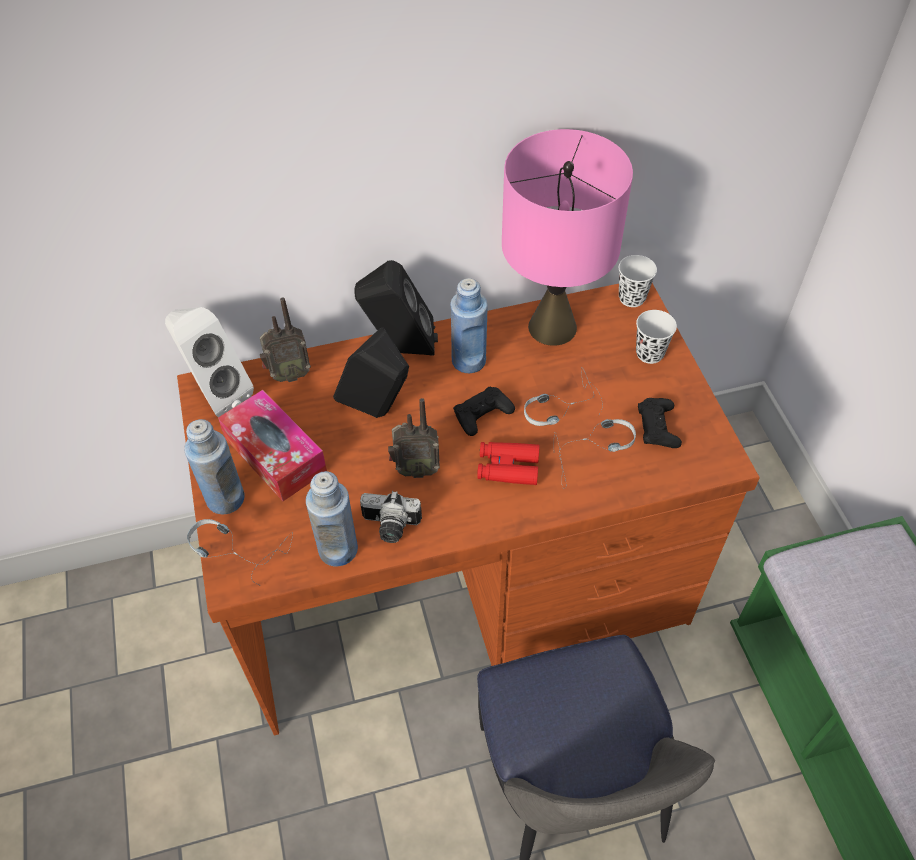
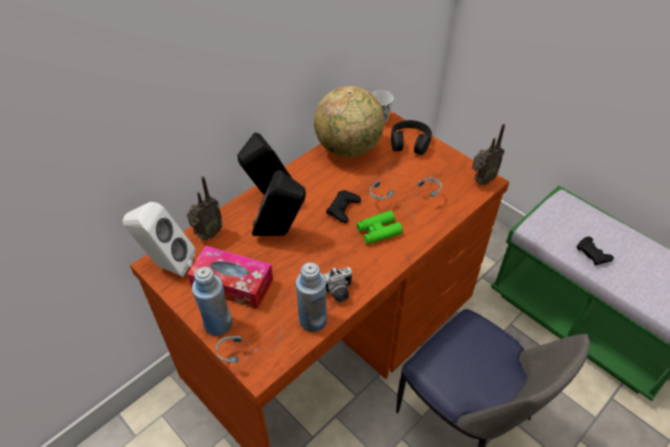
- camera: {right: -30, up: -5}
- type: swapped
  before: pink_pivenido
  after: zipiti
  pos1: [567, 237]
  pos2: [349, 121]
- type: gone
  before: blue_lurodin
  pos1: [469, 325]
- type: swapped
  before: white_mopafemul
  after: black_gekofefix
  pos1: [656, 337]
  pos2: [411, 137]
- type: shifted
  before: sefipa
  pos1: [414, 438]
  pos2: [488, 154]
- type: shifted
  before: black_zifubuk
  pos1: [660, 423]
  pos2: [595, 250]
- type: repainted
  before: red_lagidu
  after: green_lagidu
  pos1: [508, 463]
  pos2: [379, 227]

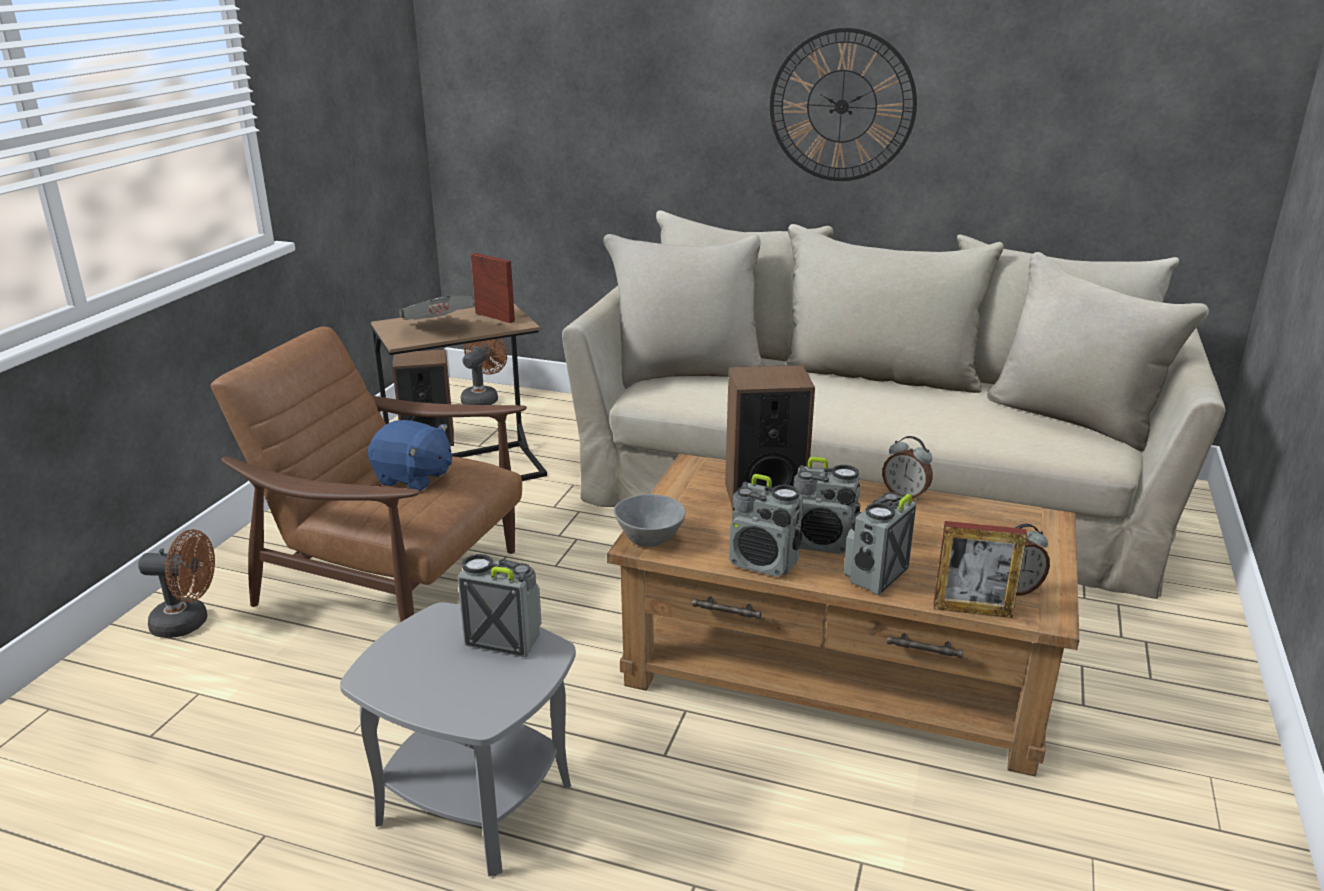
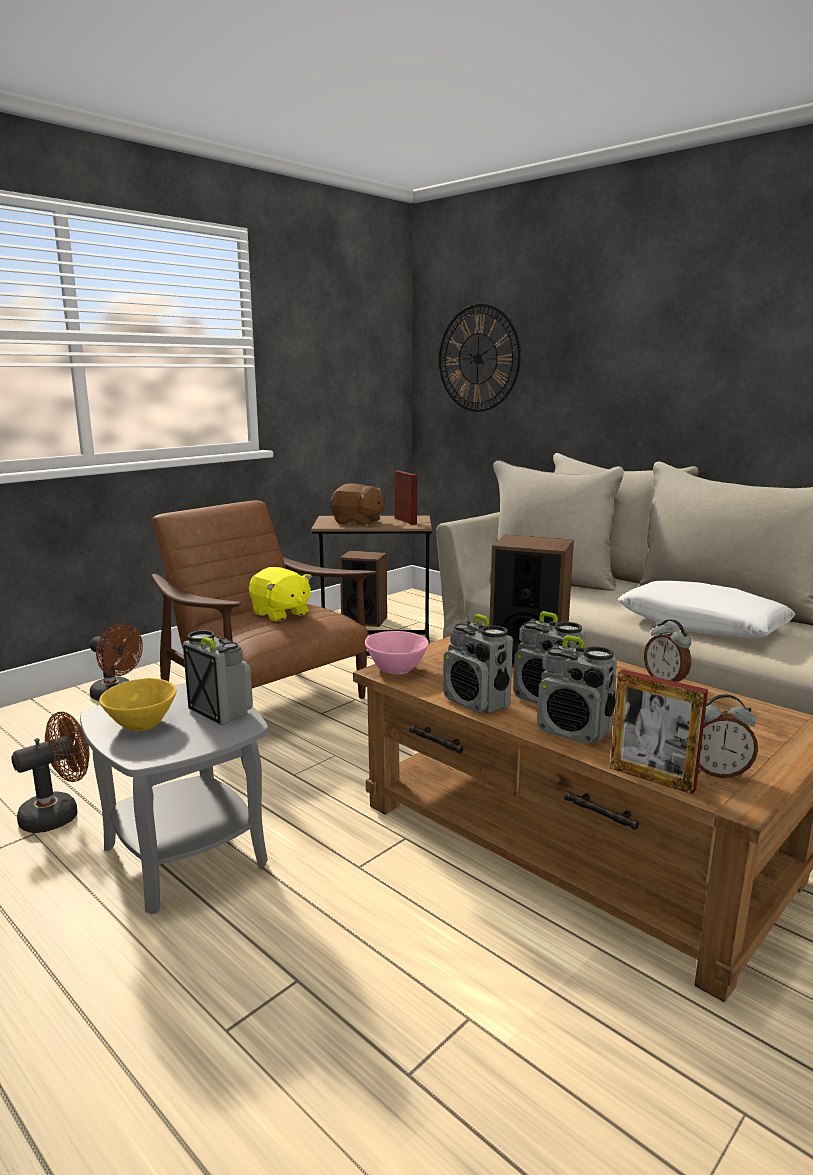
- camera: {right: 25, up: -10}
- type: shifted
  before: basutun
  pos1: [843, 104]
  pos2: [480, 358]
- type: swapped
  before: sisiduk
  after: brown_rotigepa
  pos1: [437, 307]
  pos2: [358, 504]
- type: shifted
  before: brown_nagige
  pos1: [483, 371]
  pos2: [50, 772]
- type: repainted
  before: blue_rotigepa
  after: yellow_rotigepa
  pos1: [410, 456]
  pos2: [280, 594]
- type: rotated
  before: sefipa
  pos1: [880, 543]
  pos2: [577, 689]
  turn: -120
- type: repainted
  before: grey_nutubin
  after: pink_nutubin
  pos1: [649, 520]
  pos2: [397, 652]
- type: new
  after: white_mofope
  pos2: [707, 609]
- type: new
  after: yellow_nutubin
  pos2: [137, 704]

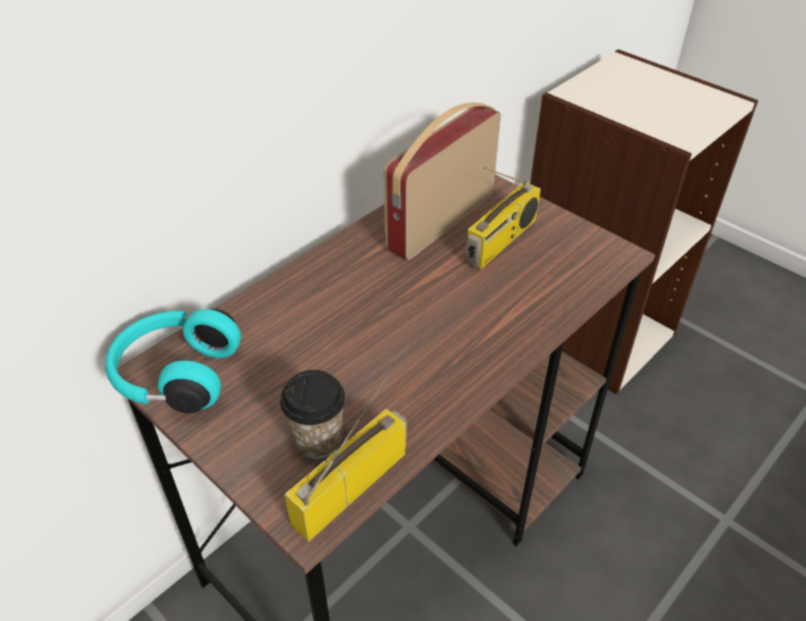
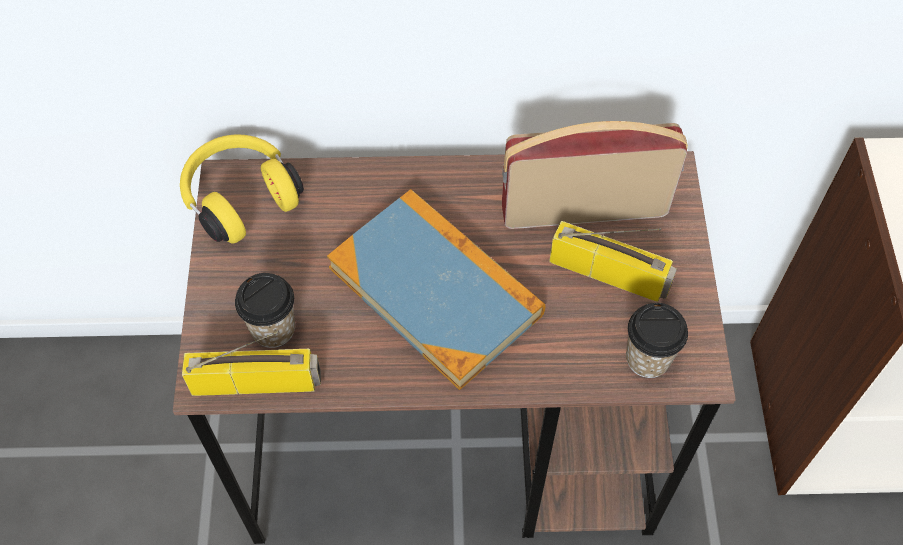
- camera: {right: 45, up: 15}
- type: rotated
  before: sefipa
  pos1: [503, 218]
  pos2: [613, 261]
  turn: -150
- type: repainted
  before: turquoise_gekofefix
  after: yellow_gekofefix
  pos1: [173, 361]
  pos2: [242, 189]
- type: new
  after: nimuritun
  pos2: [436, 289]
- type: new
  after: mopafemul
  pos2: [657, 340]

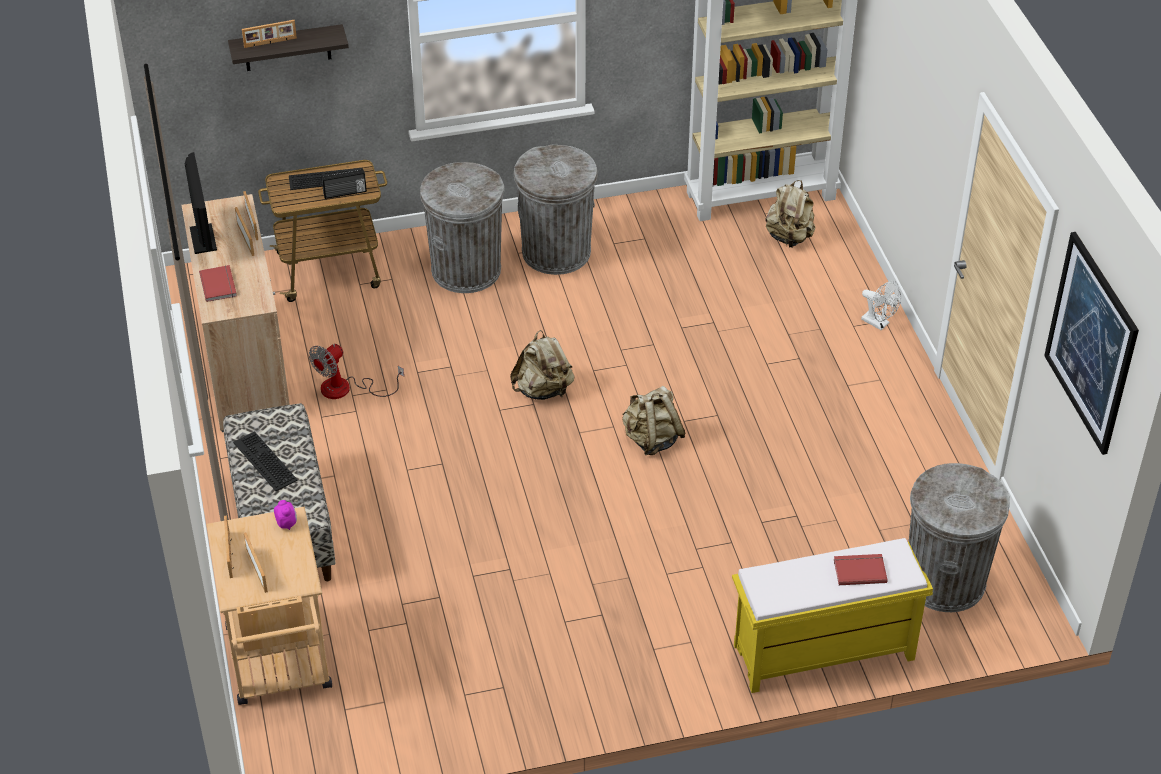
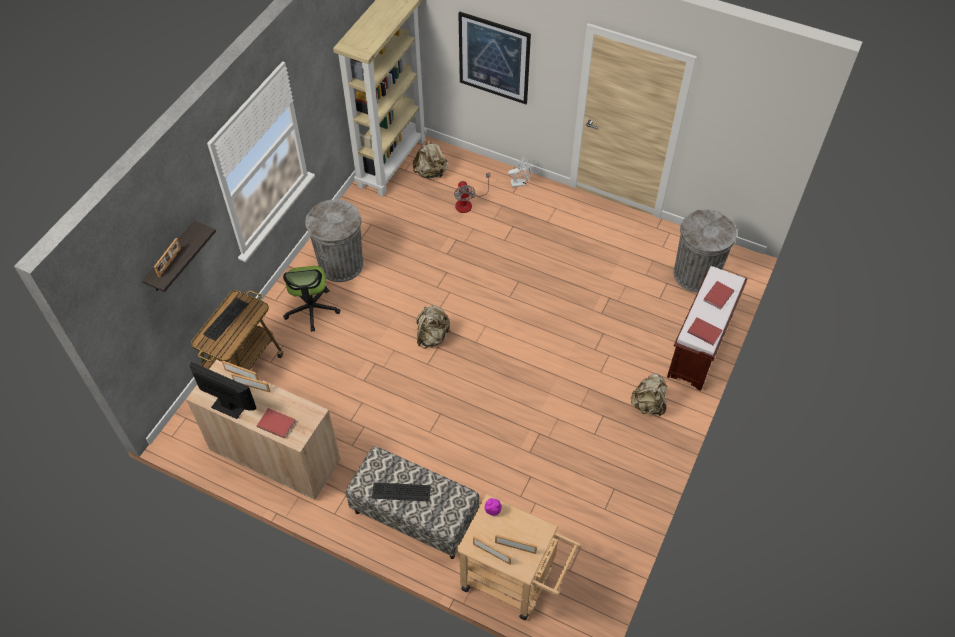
- camera: {right: -50, up: 10}
- type: swapped
  before: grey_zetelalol
  after: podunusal
  pos1: [462, 227]
  pos2: [312, 299]
- type: gone
  before: sefipa
  pos1: [344, 183]
- type: shifted
  before: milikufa
  pos1: [1091, 343]
  pos2: [494, 58]
- type: shifted
  before: nagige
  pos1: [356, 371]
  pos2: [472, 193]
- type: shifted
  before: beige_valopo
  pos1: [654, 420]
  pos2: [648, 395]
- type: repainted
  before: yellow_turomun
  after: brown_turomun
  pos1: [832, 615]
  pos2: [707, 328]
- type: new
  after: red_nimuritun
  pos2: [705, 331]

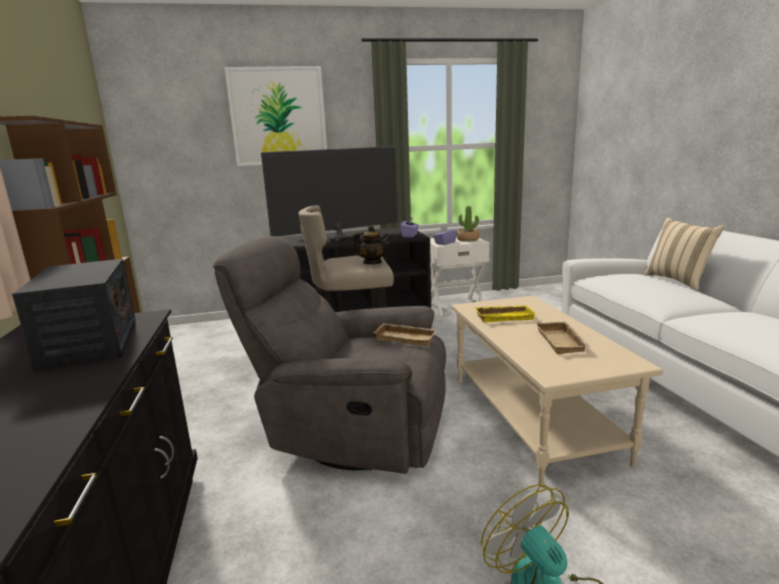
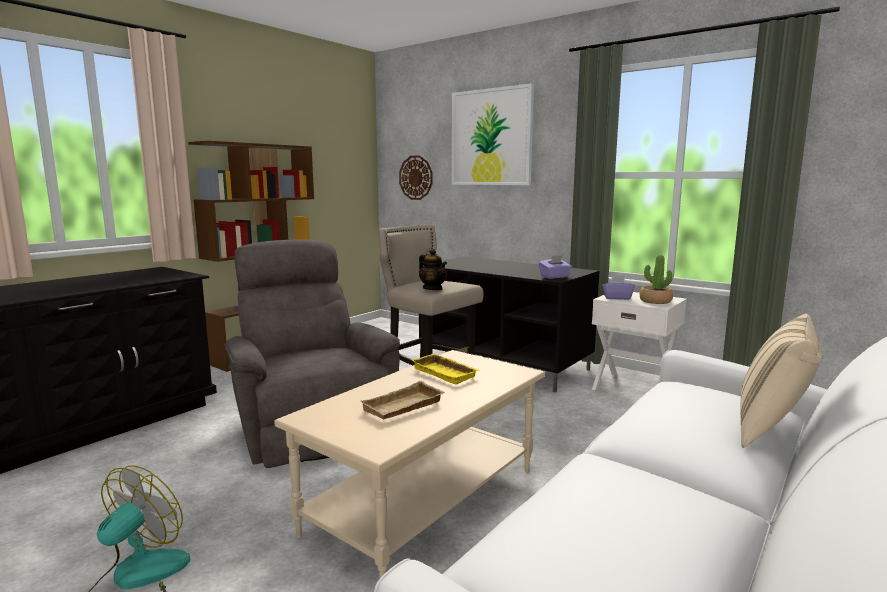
- camera: {right: 50, up: -5}
- type: gone
  before: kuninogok
  pos1: [329, 194]
- type: gone
  before: sefipa
  pos1: [73, 315]
- type: gone
  before: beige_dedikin
  pos1: [405, 334]
- type: new
  after: basutun
  pos2: [415, 177]

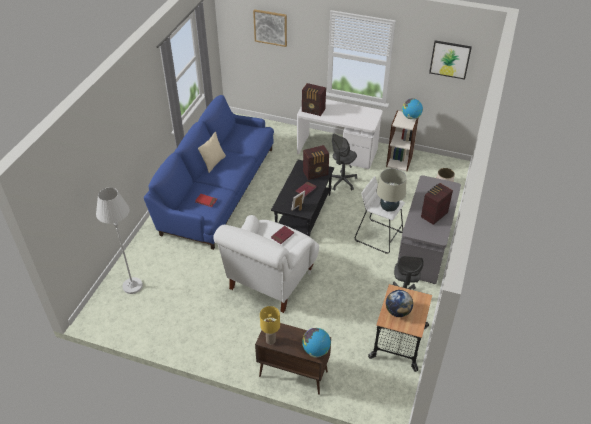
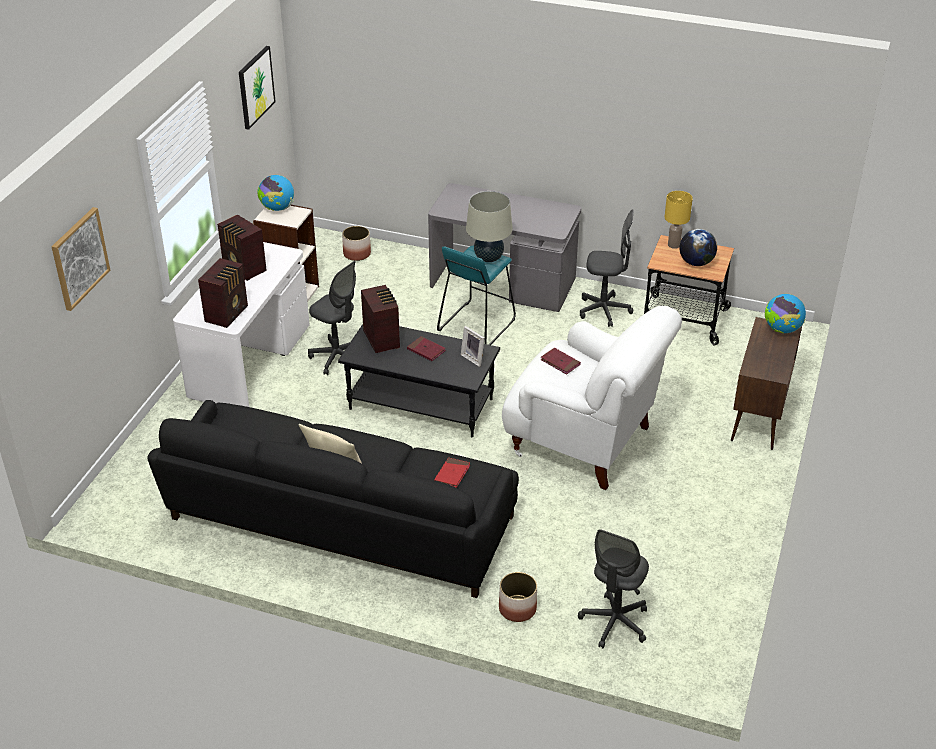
- camera: {right: -90, up: -5}
- type: repainted
  before: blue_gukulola
  after: black_gukulola
  pos1: [209, 172]
  pos2: [333, 499]
- type: repainted
  before: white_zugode
  after: turquoise_zugode
  pos1: [380, 215]
  pos2: [476, 295]
- type: shifted
  before: sefipa
  pos1: [437, 204]
  pos2: [242, 247]
- type: swapped
  before: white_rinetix
  after: grey_podunusal
  pos1: [119, 241]
  pos2: [613, 588]
- type: shifted
  before: yellow_pivenido
  pos1: [270, 325]
  pos2: [679, 220]
- type: new
  after: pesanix
  pos2: [518, 597]

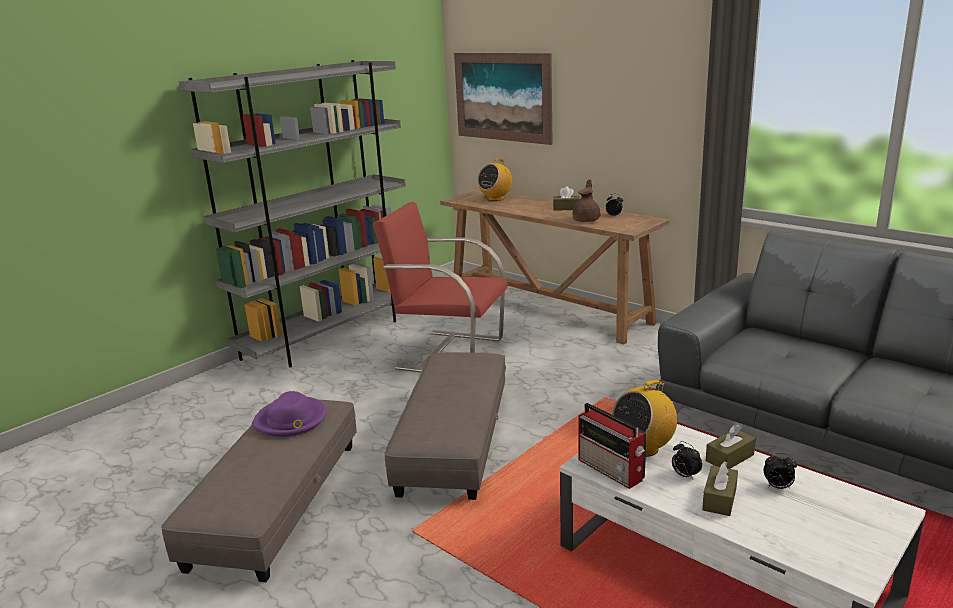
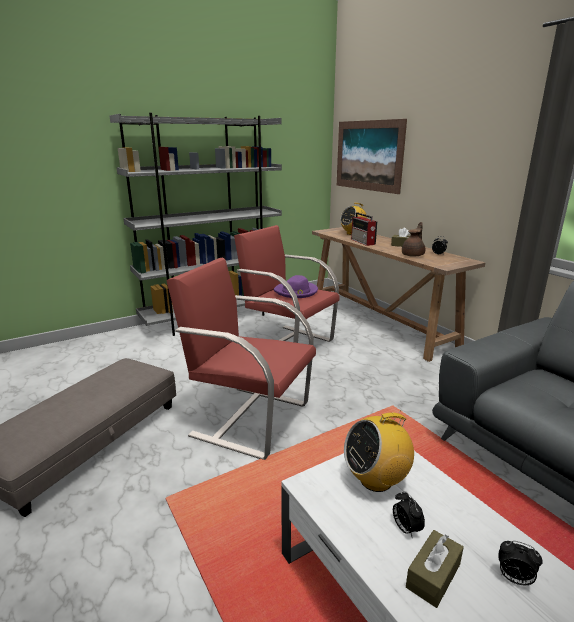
- camera: {right: 15, up: 0}
- type: swapped
  before: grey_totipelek
  after: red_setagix
  pos1: [445, 426]
  pos2: [241, 359]
- type: shifted
  before: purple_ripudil
  pos1: [289, 414]
  pos2: [296, 286]
- type: shifted
  before: sefipa
  pos1: [612, 446]
  pos2: [364, 229]
- type: gone
  before: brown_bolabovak
  pos1: [731, 446]

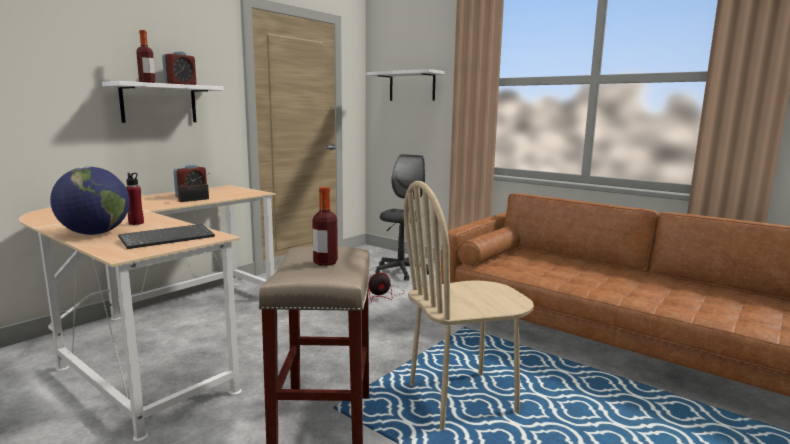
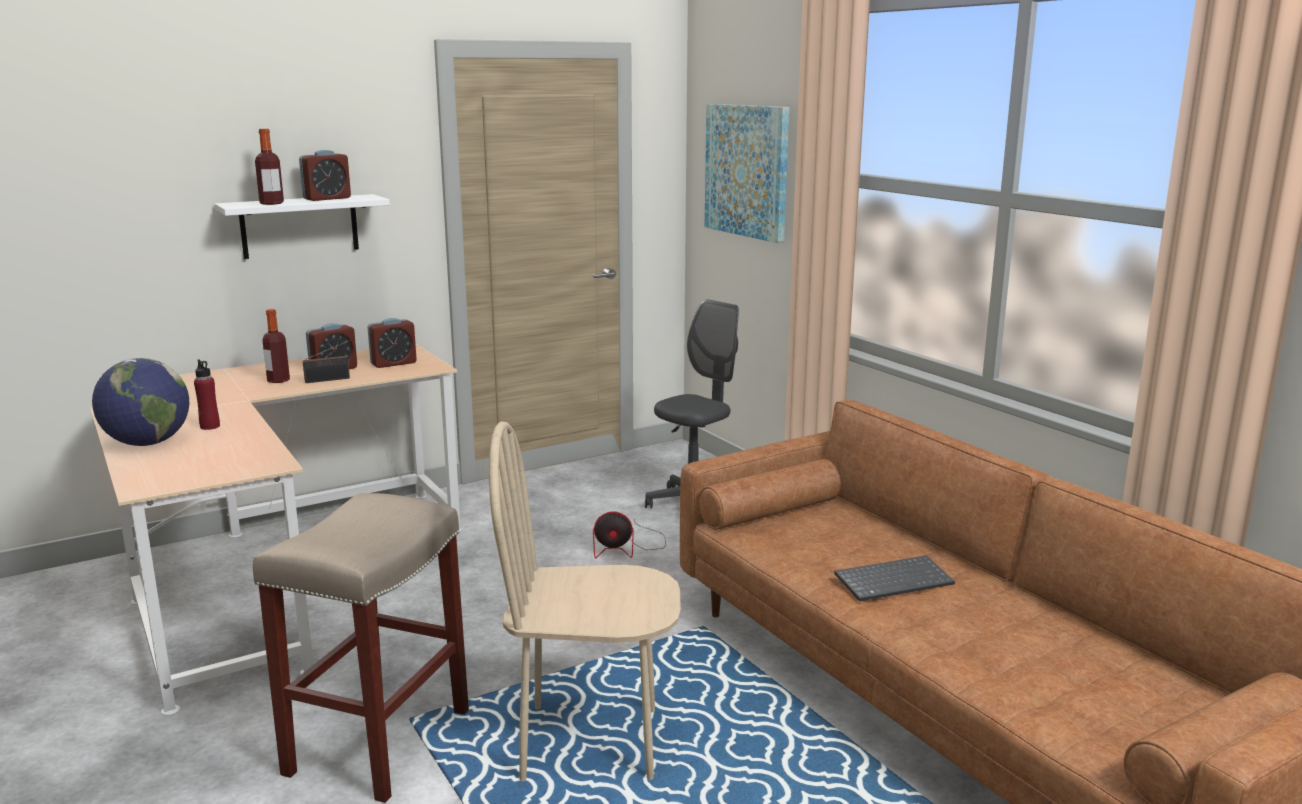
- camera: {right: 20, up: 5}
- type: swapped
  before: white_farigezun
  after: milikufa
  pos1: [405, 85]
  pos2: [747, 173]
- type: shifted
  before: lurodin
  pos1: [325, 226]
  pos2: [276, 346]
- type: shifted
  before: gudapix
  pos1: [166, 236]
  pos2: [894, 578]
- type: new
  after: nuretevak
  pos2: [392, 343]

